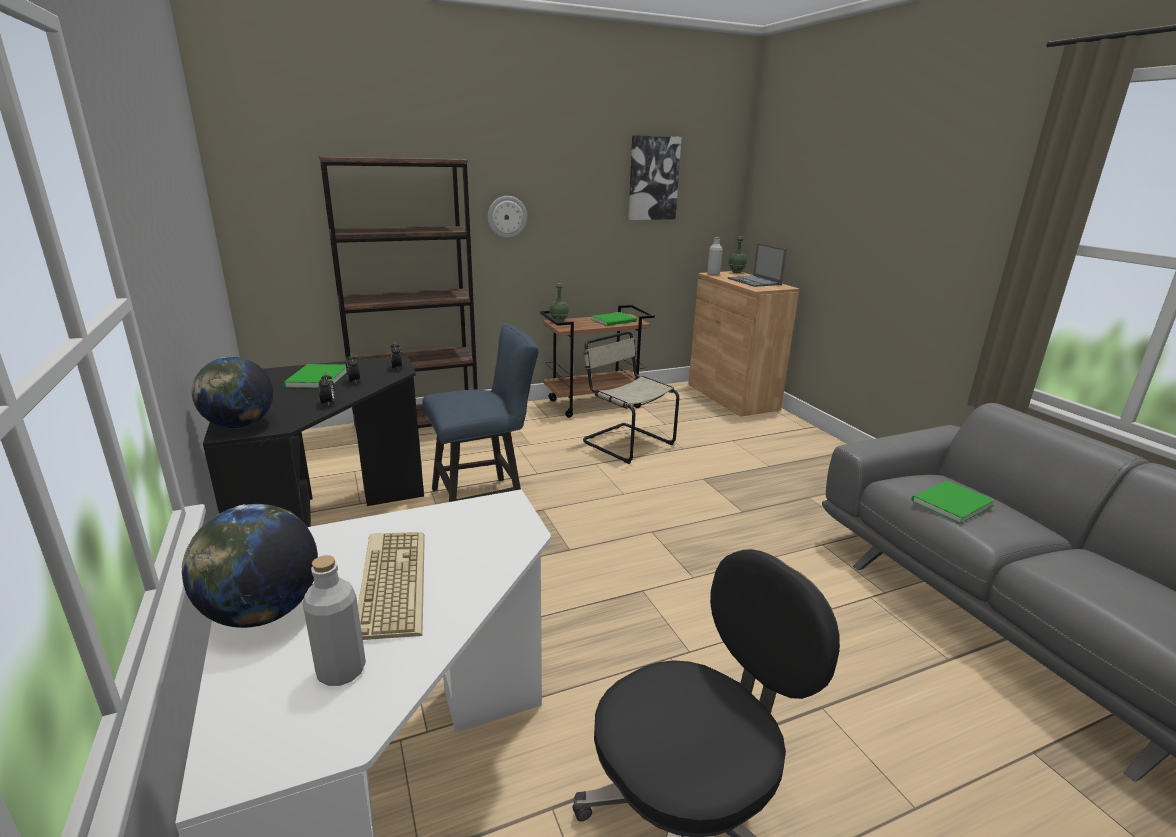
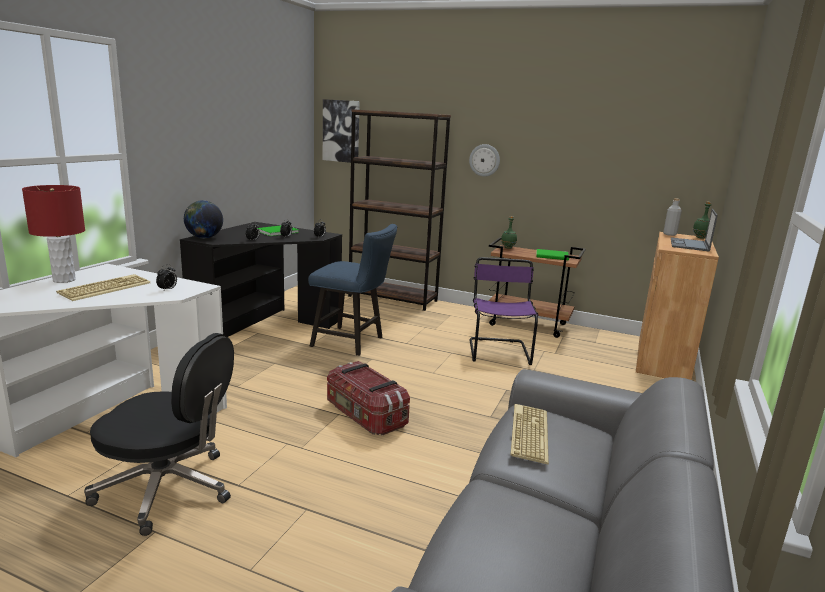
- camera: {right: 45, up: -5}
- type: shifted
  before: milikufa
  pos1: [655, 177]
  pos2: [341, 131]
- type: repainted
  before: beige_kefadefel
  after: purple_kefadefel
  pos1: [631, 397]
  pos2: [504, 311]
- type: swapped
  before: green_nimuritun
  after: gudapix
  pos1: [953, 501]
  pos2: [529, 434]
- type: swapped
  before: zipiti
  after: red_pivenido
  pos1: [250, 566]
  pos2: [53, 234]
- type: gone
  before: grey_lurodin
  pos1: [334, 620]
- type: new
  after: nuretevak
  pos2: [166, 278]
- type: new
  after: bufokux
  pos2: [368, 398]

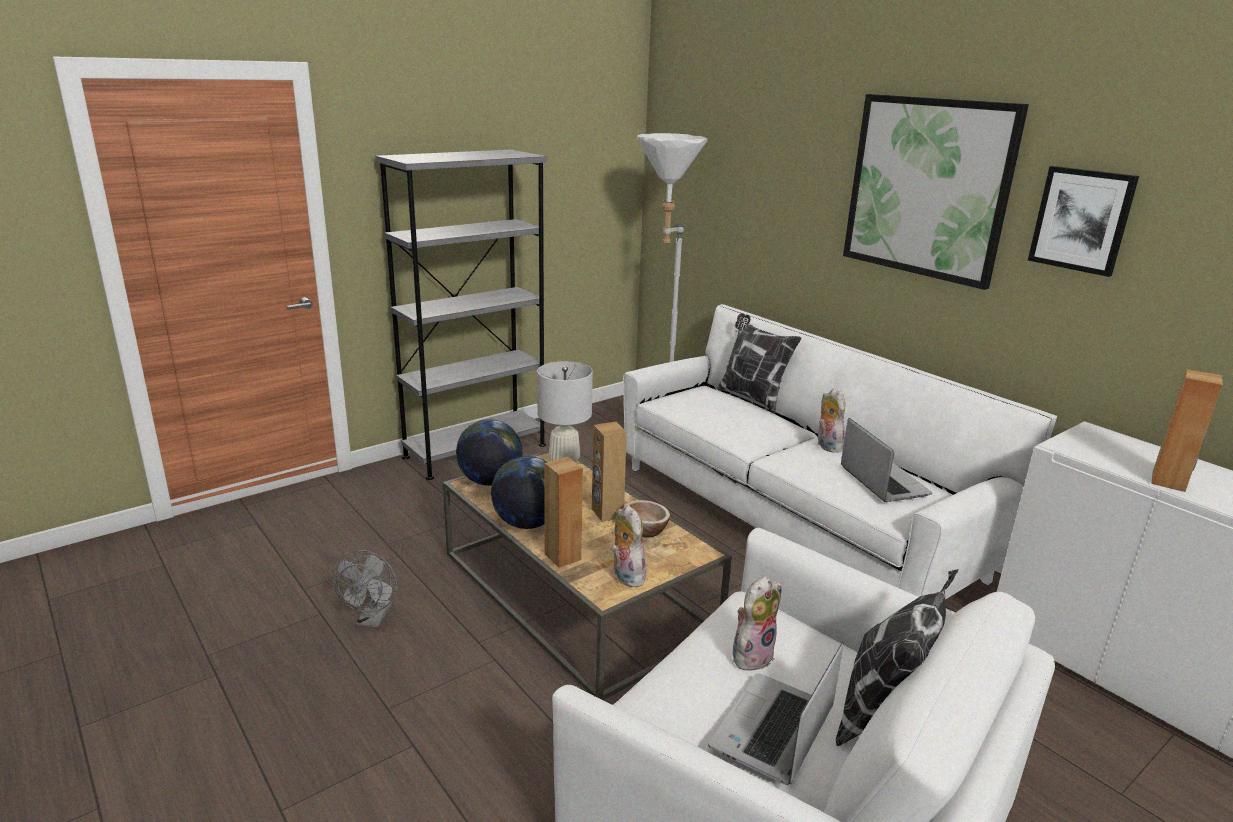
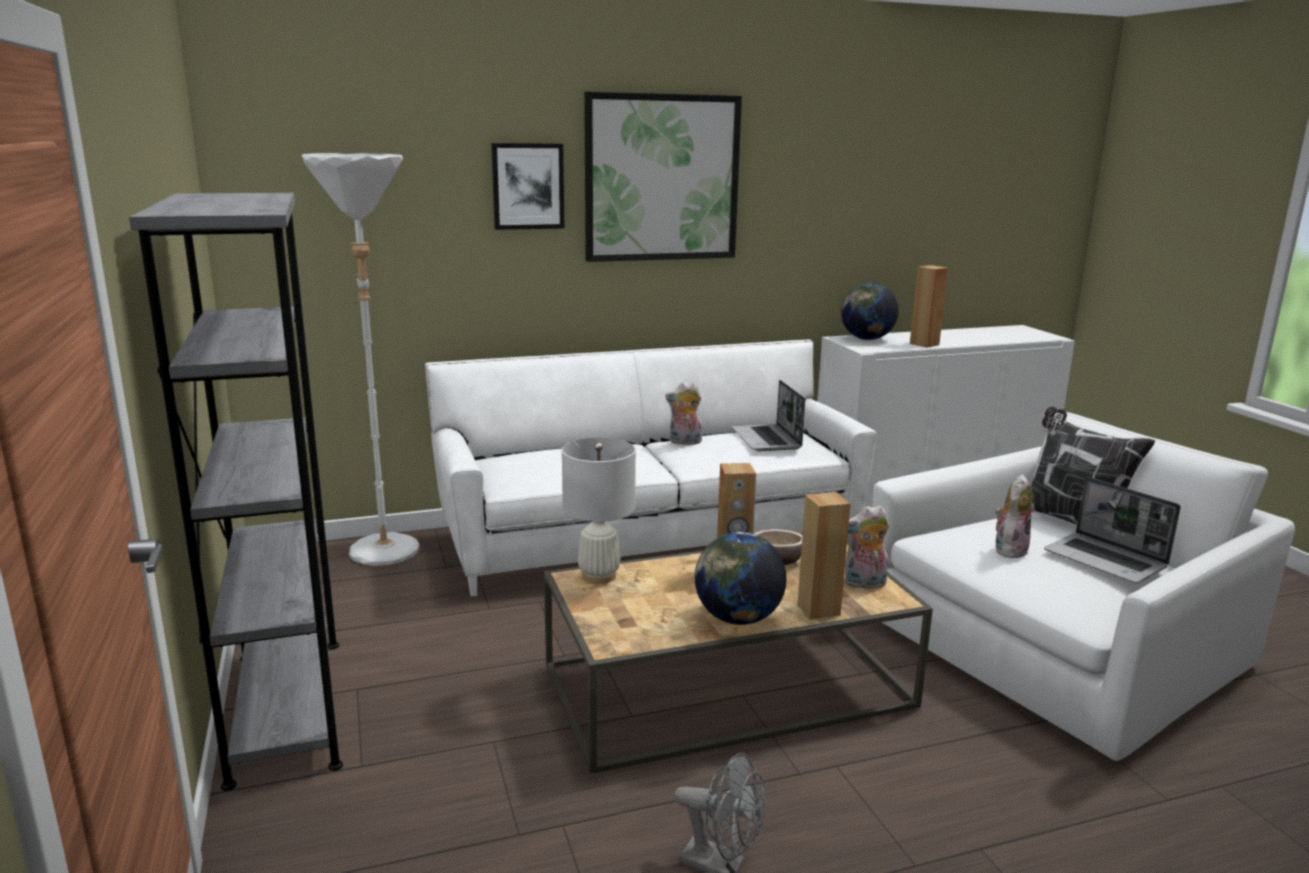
- camera: {right: -70, up: -5}
- type: shifted
  before: milikufa
  pos1: [1083, 221]
  pos2: [527, 186]
- type: gone
  before: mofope
  pos1: [759, 363]
- type: rotated
  before: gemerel
  pos1: [886, 460]
  pos2: [768, 415]
  turn: -105
- type: shifted
  before: zipiti
  pos1: [489, 452]
  pos2: [870, 311]
- type: rotated
  before: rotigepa
  pos1: [757, 623]
  pos2: [1014, 516]
  turn: 60

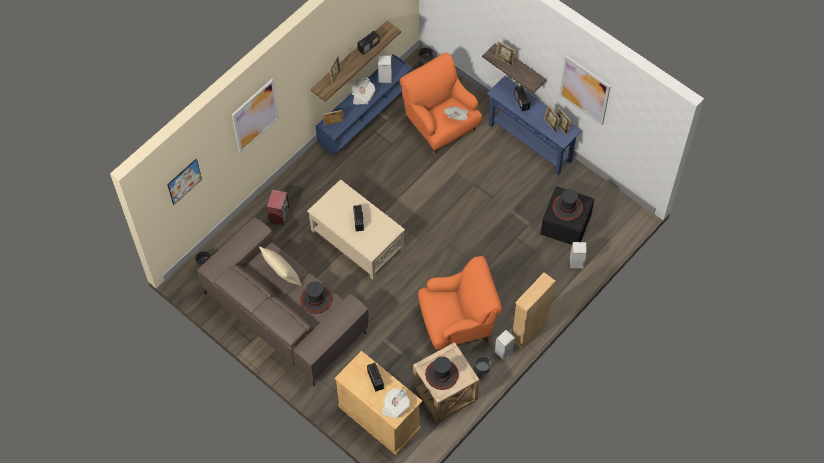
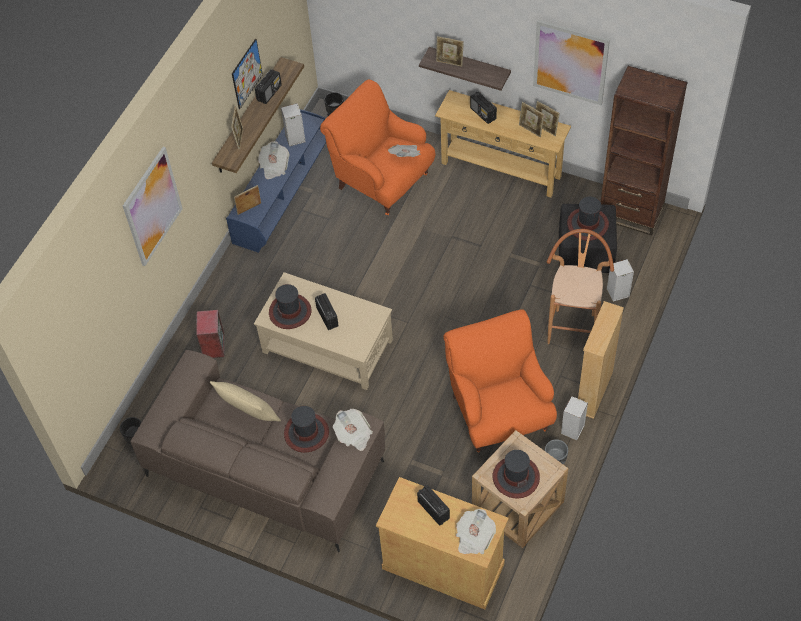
- camera: {right: -15, up: -5}
- type: repainted
  before: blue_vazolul
  after: beige_vazolul
  pos1: [534, 125]
  pos2: [503, 143]
- type: shifted
  before: milikufa
  pos1: [184, 182]
  pos2: [247, 73]
- type: rotated
  before: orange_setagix
  pos1: [460, 303]
  pos2: [500, 381]
  turn: -75
- type: new
  after: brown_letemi
  pos2: [644, 150]
- type: new
  after: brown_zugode
  pos2: [580, 286]
- type: new
  after: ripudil
  pos2: [290, 306]
- type: new
  after: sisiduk
  pos2: [353, 430]

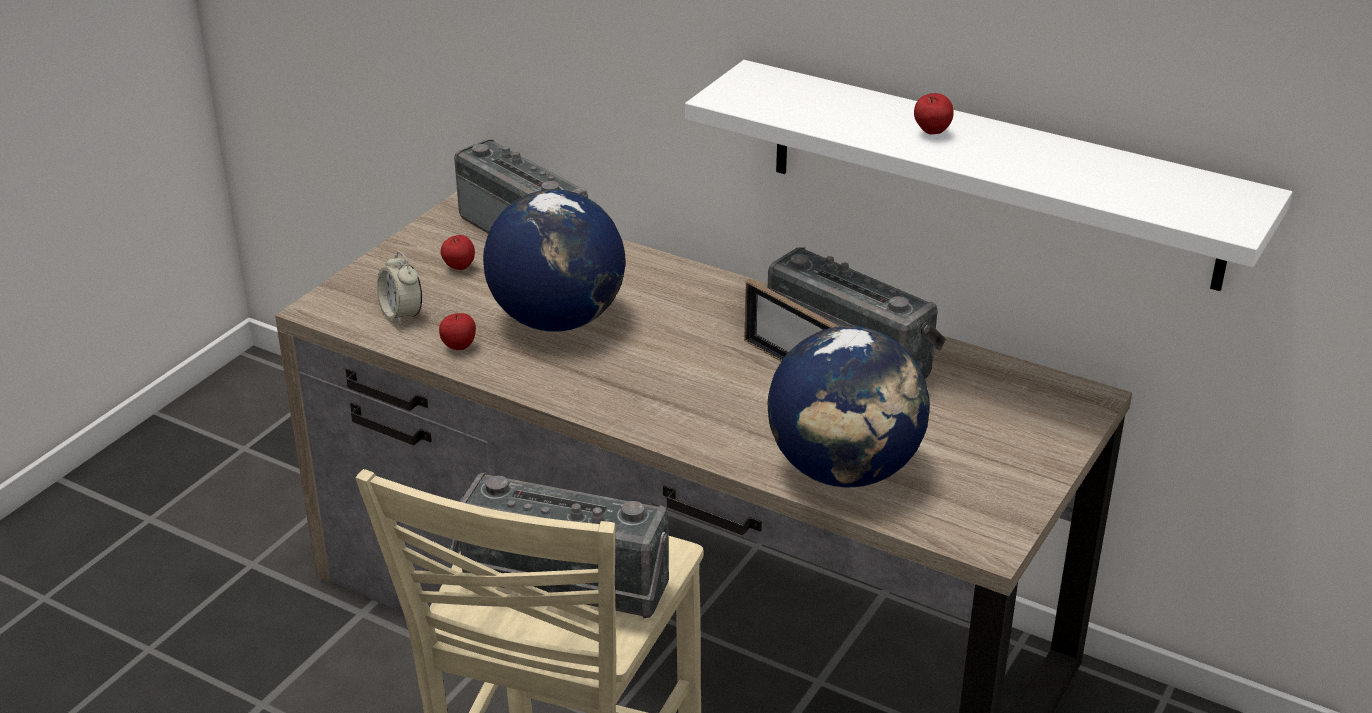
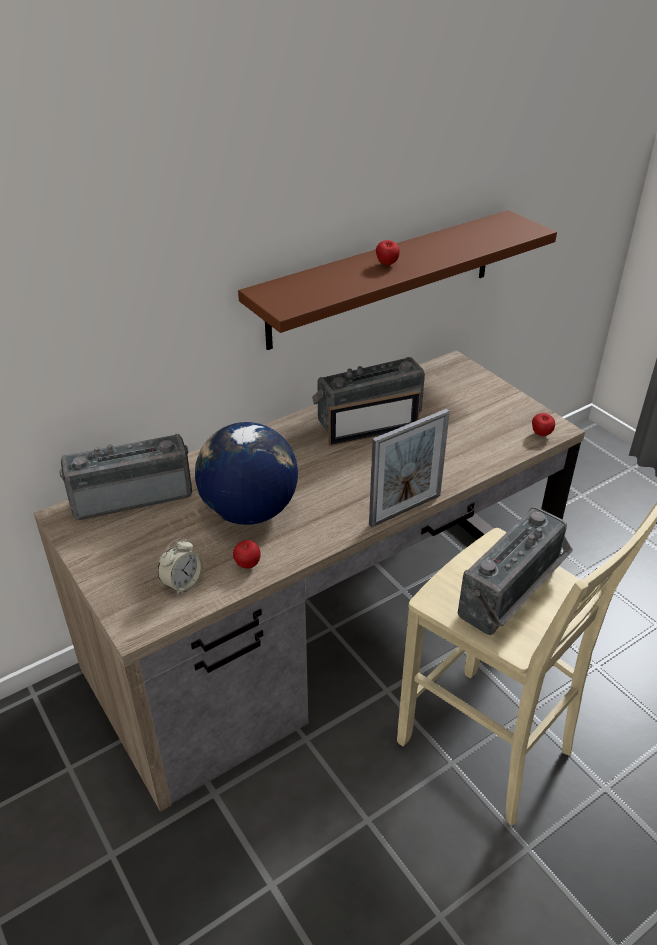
- camera: {right: -65, up: 5}
- type: repainted
  before: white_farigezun
  after: brown_farigezun
  pos1: [988, 175]
  pos2: [397, 280]
- type: shifted
  before: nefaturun
  pos1: [458, 252]
  pos2: [543, 424]
- type: rotated
  before: nuretevak
  pos1: [399, 288]
  pos2: [180, 567]
  turn: -45
- type: gone
  before: zipiti
  pos1: [849, 406]
- type: new
  after: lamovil
  pos2: [409, 468]

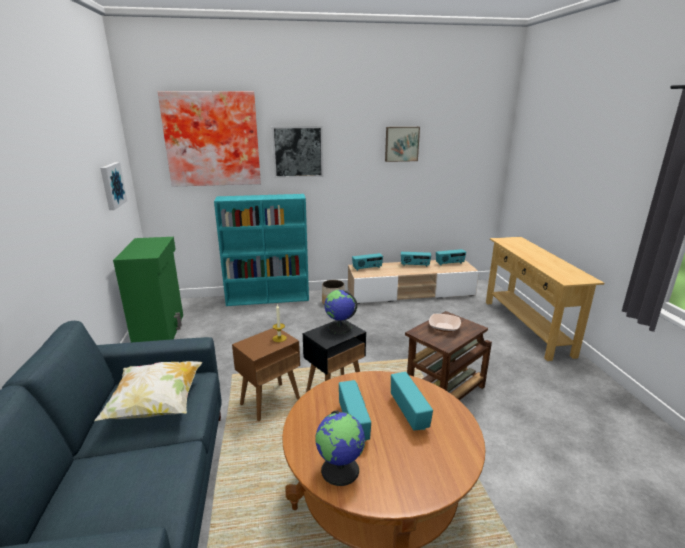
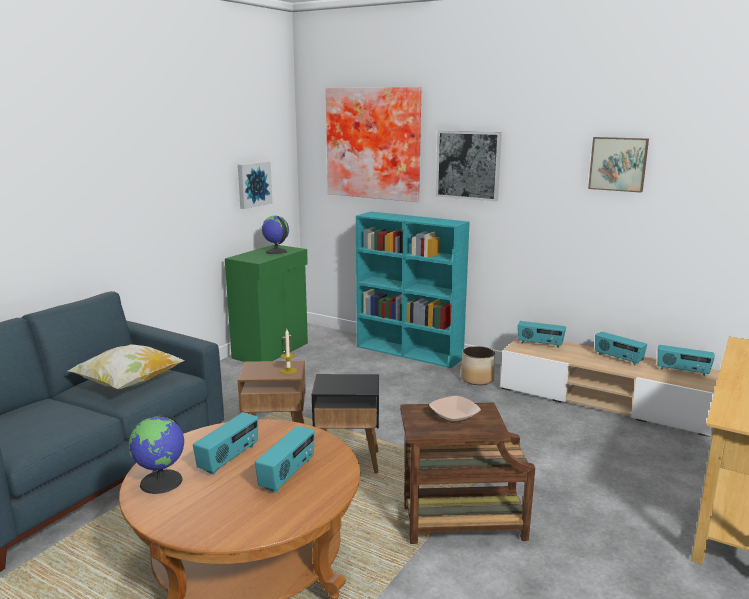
- camera: {right: 40, up: -5}
- type: shifted
  before: zipiti
  pos1: [341, 312]
  pos2: [275, 235]

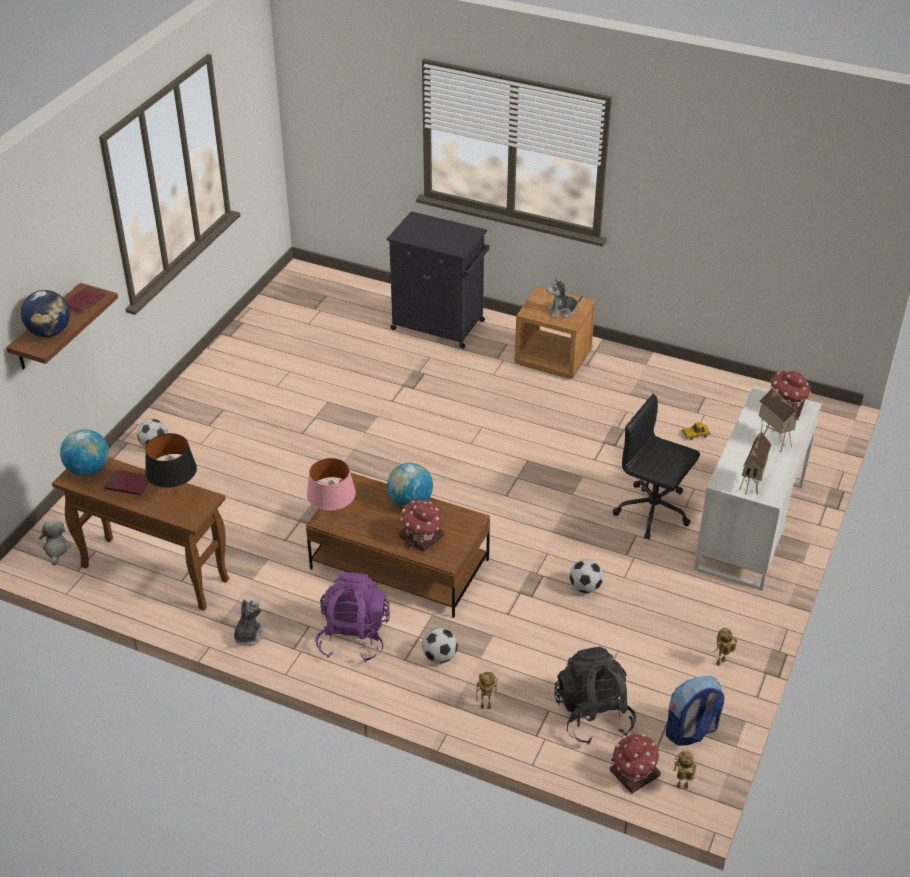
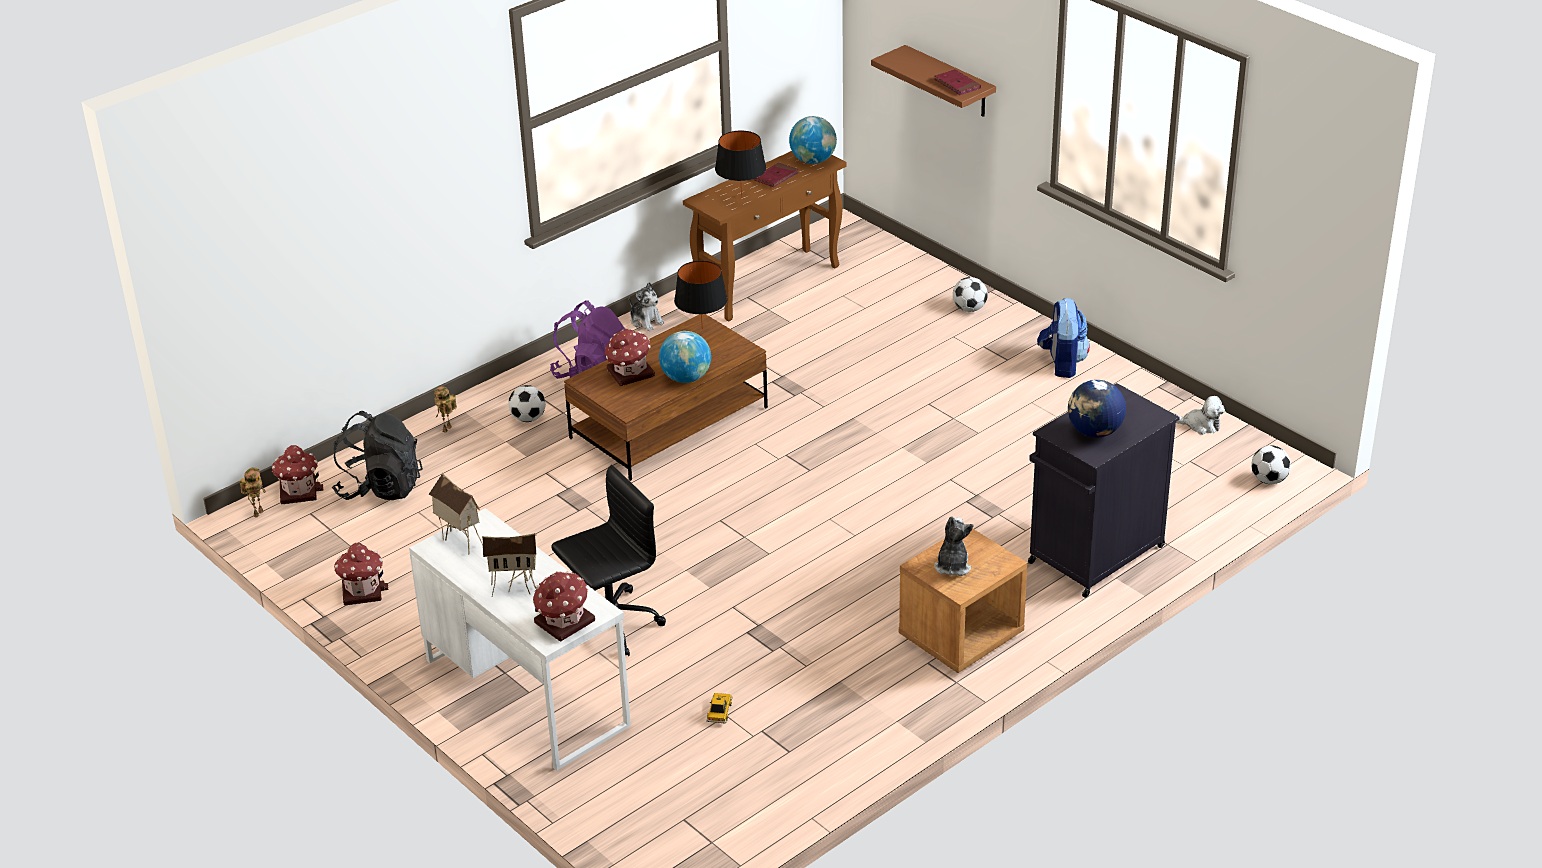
- camera: {right: 115, up: -5}
- type: shifted
  before: zipiti
  pos1: [45, 313]
  pos2: [1097, 409]
- type: repainted
  before: pink_pivenido
  after: black_pivenido
  pos1: [331, 487]
  pos2: [701, 295]
- type: shifted
  before: rotigepa
  pos1: [55, 543]
  pos2: [1200, 415]
- type: shifted
  before: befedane
  pos1: [586, 576]
  pos2: [1271, 464]
- type: swapped
  before: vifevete
  after: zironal
  pos1: [725, 647]
  pos2: [361, 574]
- type: shifted
  before: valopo
  pos1: [695, 711]
  pos2: [1063, 338]

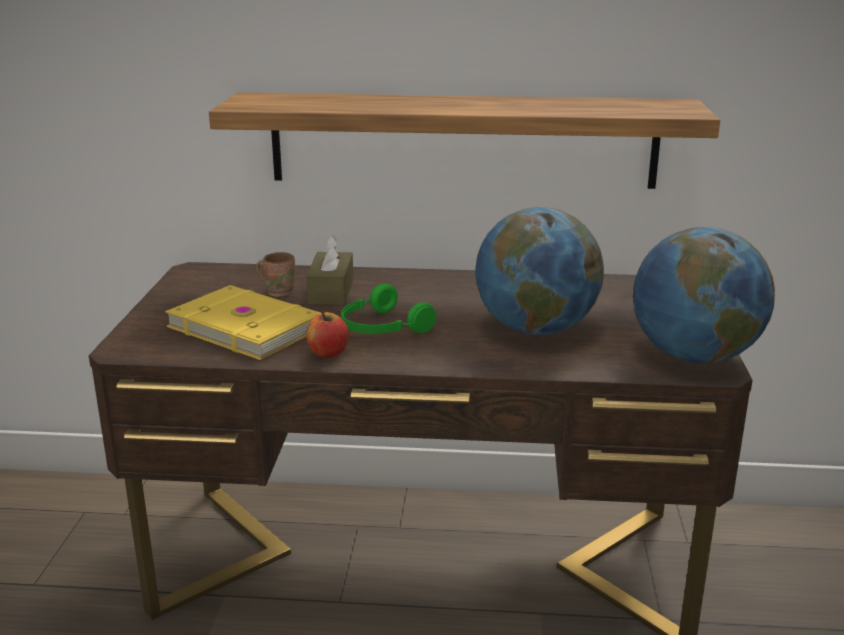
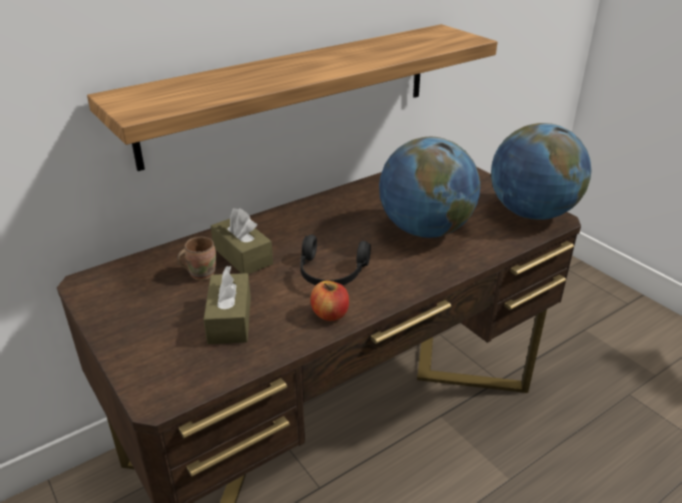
- camera: {right: -40, up: 10}
- type: repainted
  before: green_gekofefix
  after: black_gekofefix
  pos1: [388, 309]
  pos2: [335, 260]
- type: swapped
  before: yellow_nimuritun
  after: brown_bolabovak
  pos1: [243, 322]
  pos2: [227, 305]

